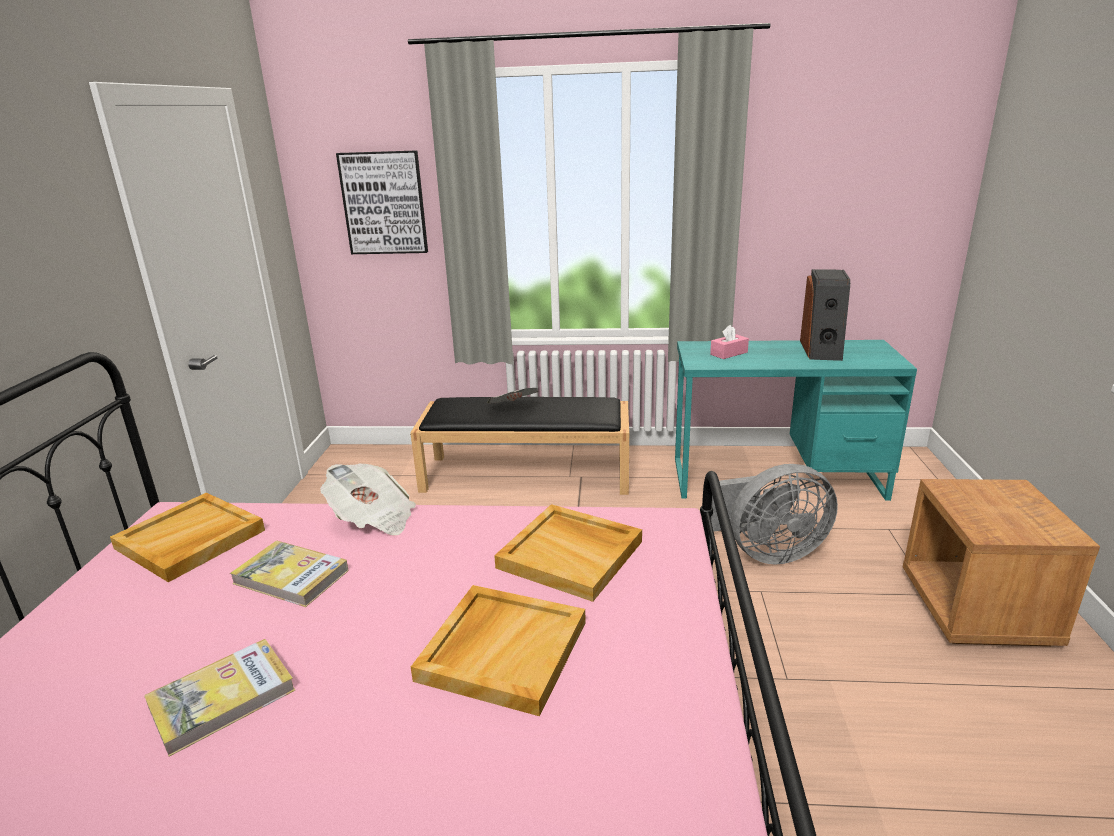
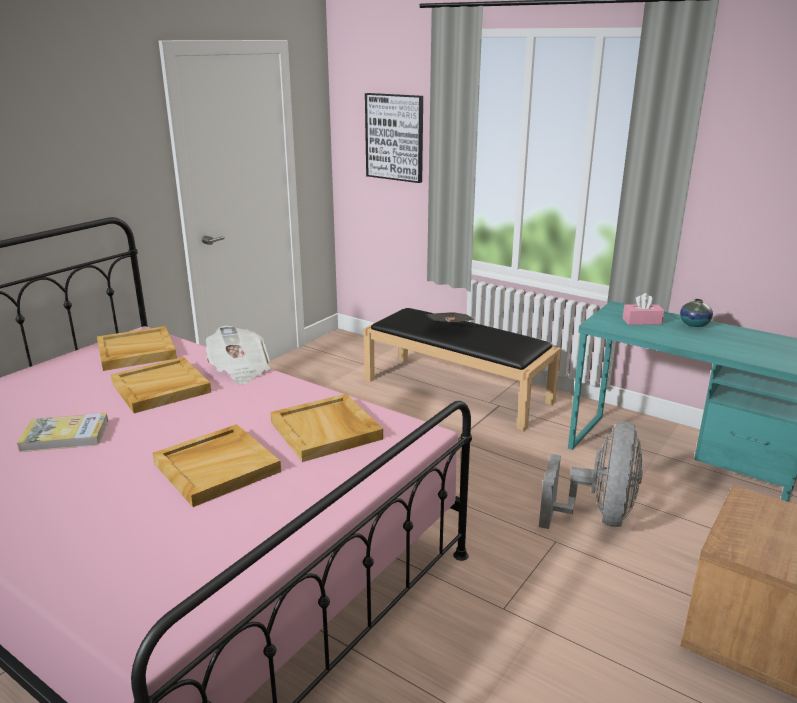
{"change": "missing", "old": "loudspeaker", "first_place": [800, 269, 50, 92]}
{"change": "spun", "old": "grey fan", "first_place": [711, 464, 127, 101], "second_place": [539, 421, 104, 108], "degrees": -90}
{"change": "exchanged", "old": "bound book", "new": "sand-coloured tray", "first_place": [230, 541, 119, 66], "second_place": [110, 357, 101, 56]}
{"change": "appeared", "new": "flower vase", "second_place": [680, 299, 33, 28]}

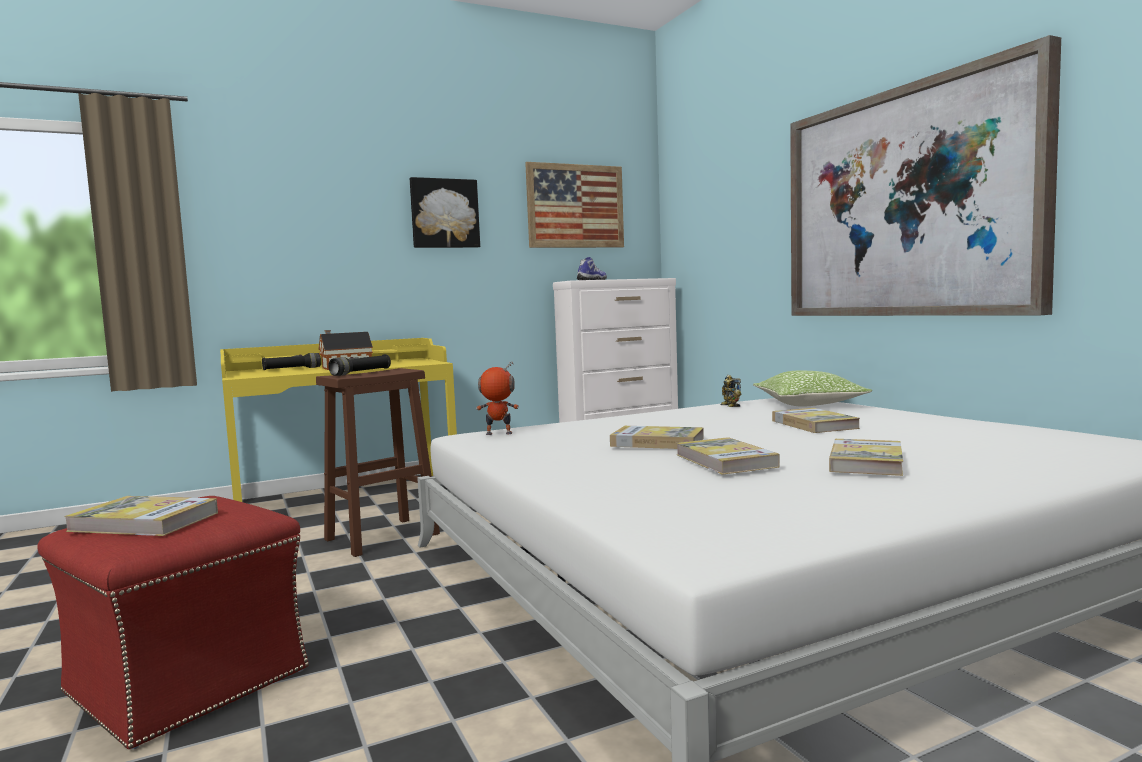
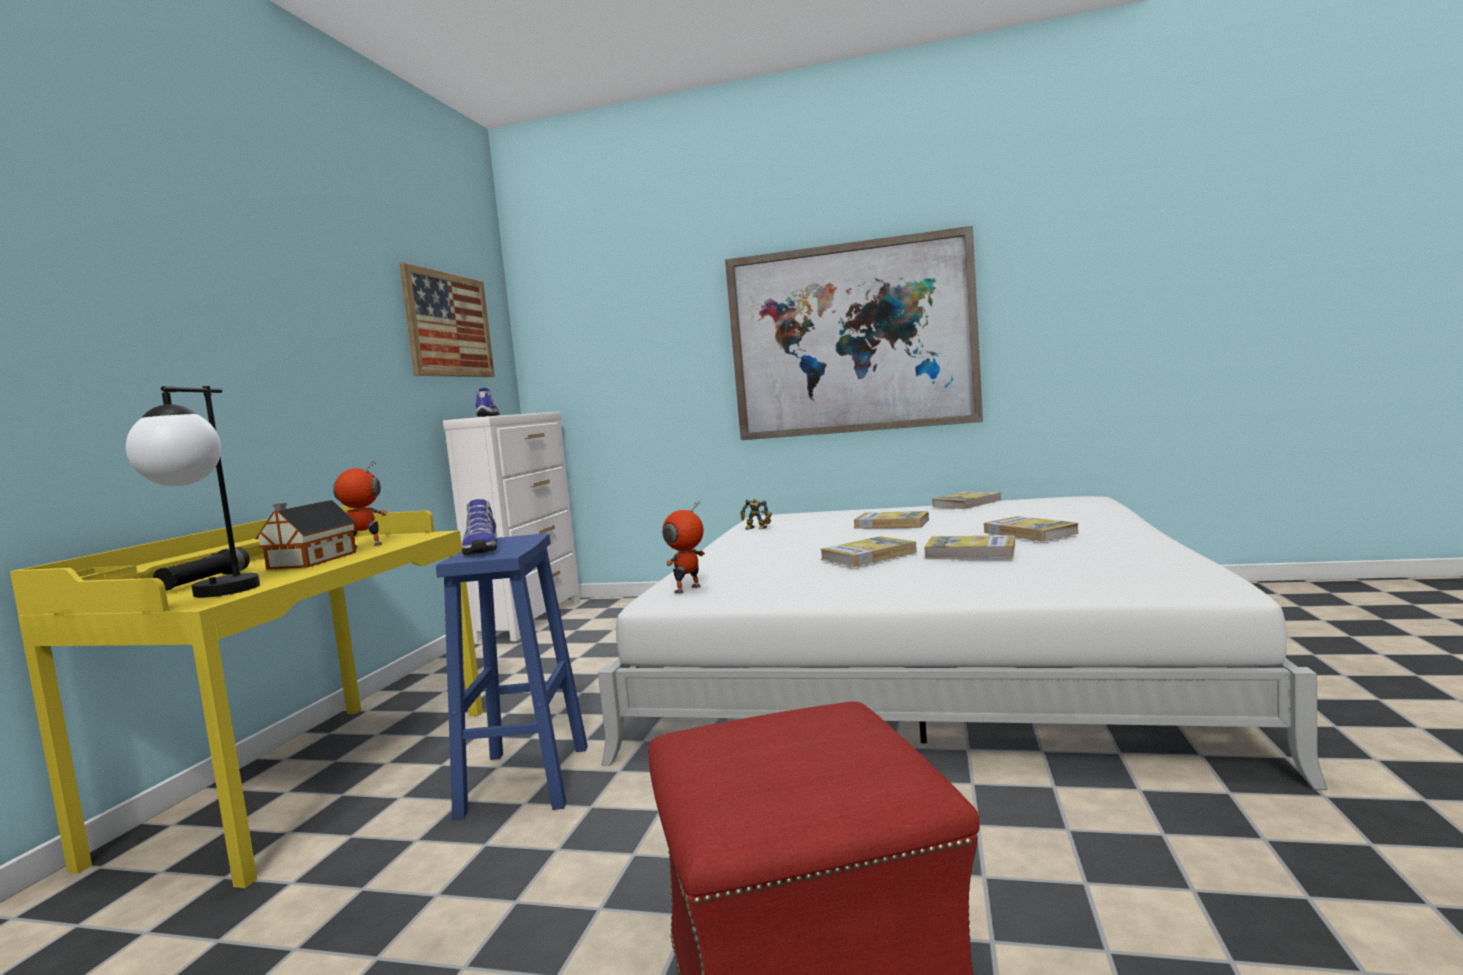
{"change": "missing", "old": "wall picture", "first_place": [410, 177, 70, 71]}
{"change": "exchanged", "old": "blackish torch", "new": "shoe", "first_place": [328, 354, 63, 22], "second_place": [462, 499, 35, 56]}
{"change": "colour", "old": "brownish stool", "new": "blue-coloured stool", "first_place": [316, 368, 124, 189], "second_place": [436, 533, 152, 286]}
{"change": "missing", "old": "cushion", "first_place": [753, 370, 119, 37]}
{"change": "relocated", "old": "bound book", "first_place": [64, 496, 154, 40], "second_place": [932, 491, 69, 18]}
{"change": "appeared", "new": "table lamp", "second_place": [126, 386, 134, 212]}
{"change": "appeared", "new": "robot figure", "second_place": [333, 460, 54, 88]}

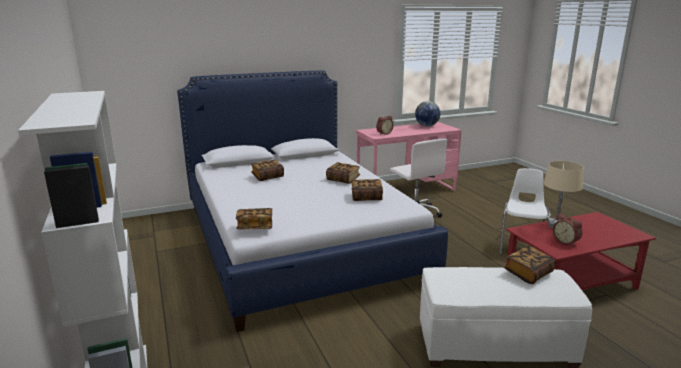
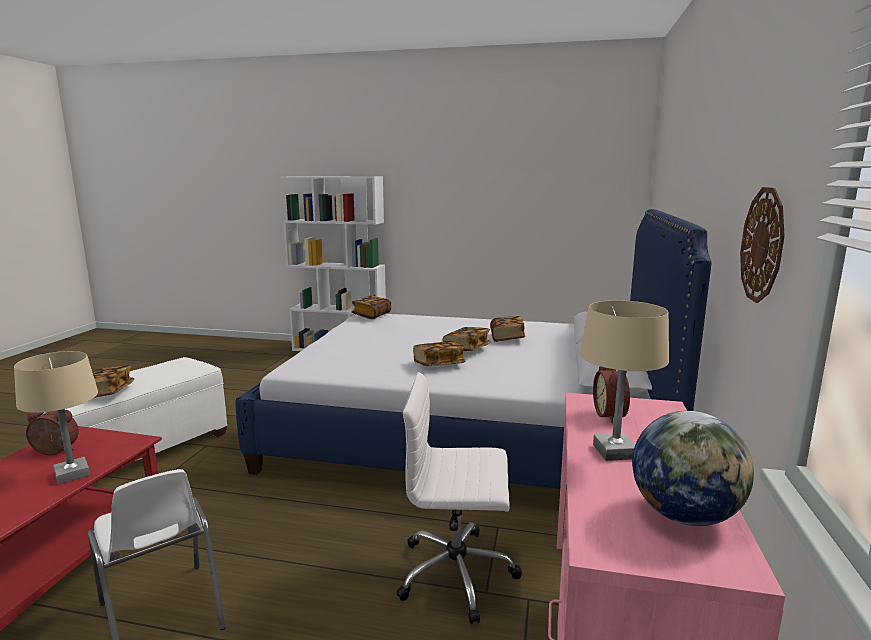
{"change": "relocated", "old": "bound book", "first_place": [351, 179, 32, 22], "second_place": [442, 327, 49, 24]}
{"change": "appeared", "new": "clock on the wall", "second_place": [740, 187, 45, 116]}
{"change": "appeared", "new": "sand-coloured table lamp", "second_place": [580, 300, 89, 161]}

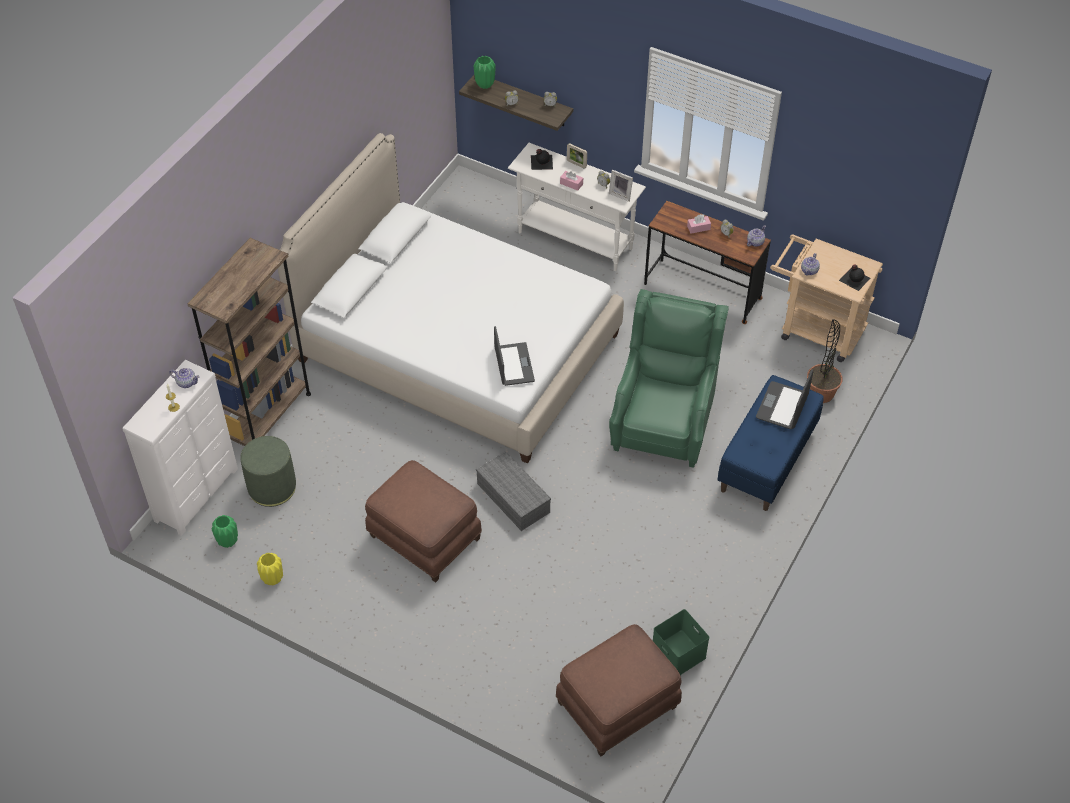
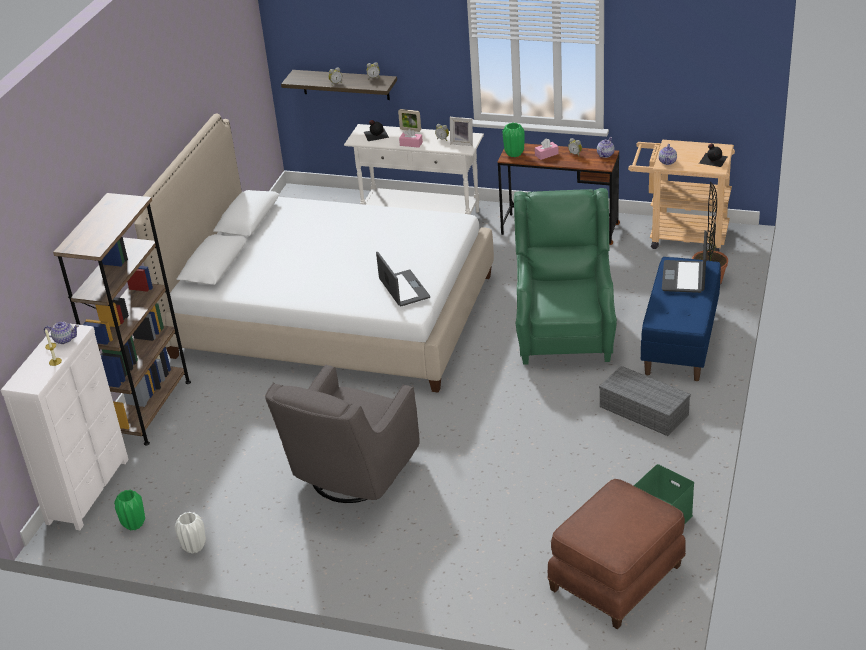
{"change": "relocated", "old": "green flower vase", "first_place": [474, 56, 21, 33], "second_place": [502, 123, 23, 34]}
{"change": "missing", "old": "green pouffe", "first_place": [241, 436, 55, 71]}
{"change": "relocated", "old": "grey storage bin", "first_place": [476, 451, 75, 80], "second_place": [599, 366, 92, 70]}
{"change": "exchanged", "old": "brownish pouffe", "new": "grey easy chair", "first_place": [365, 460, 117, 123], "second_place": [265, 365, 155, 138]}
{"change": "colour", "old": "yellow-coloured flower vase", "new": "white flower vase", "first_place": [257, 553, 26, 32], "second_place": [175, 512, 31, 42]}

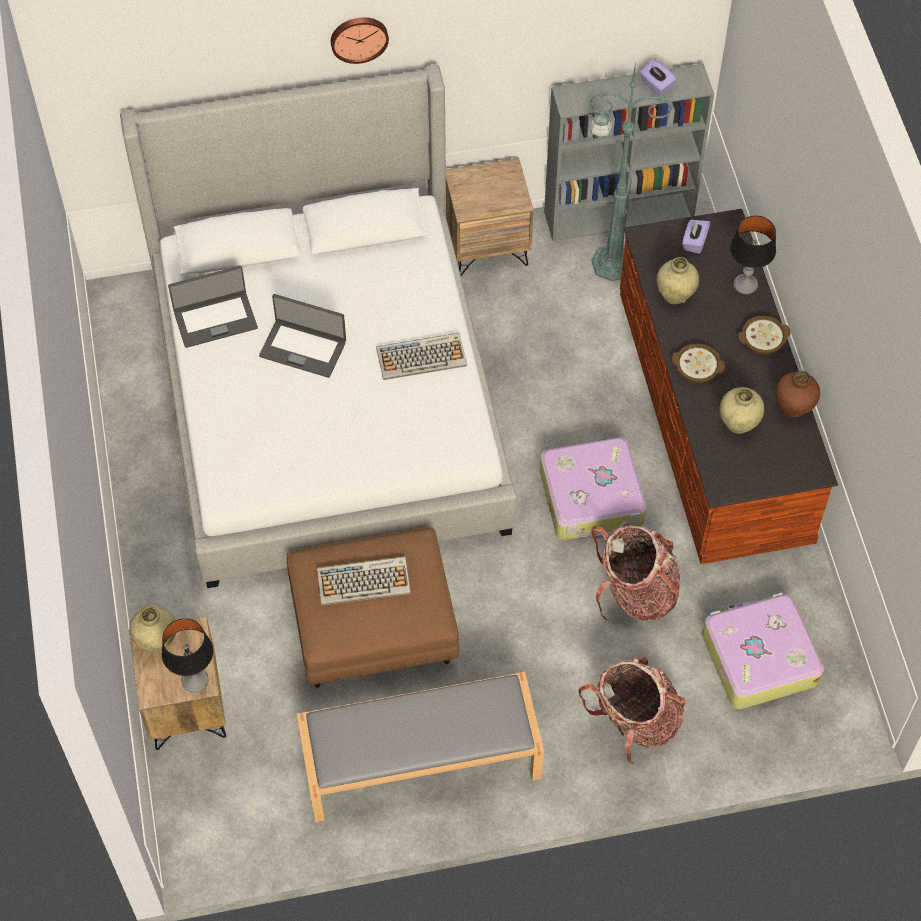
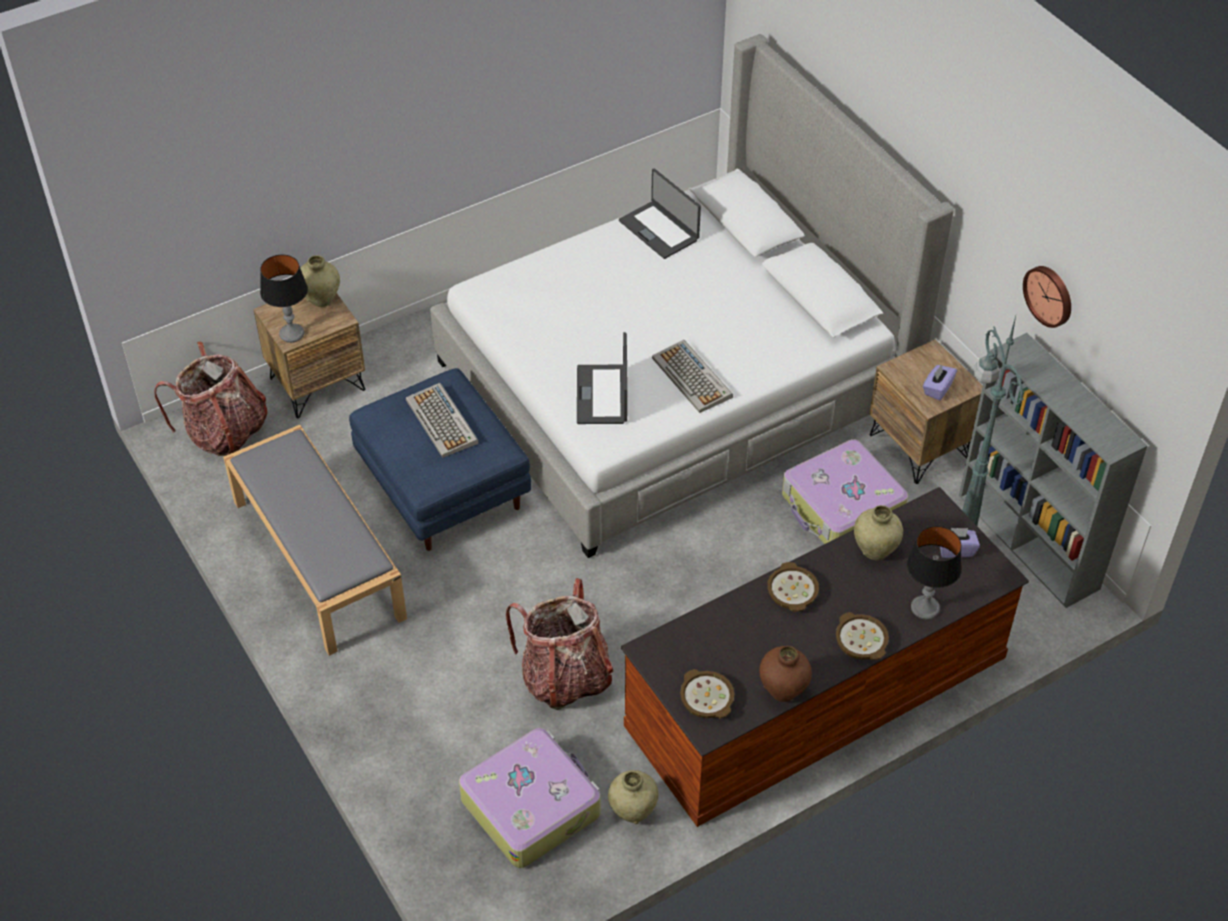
{"change": "relocated", "old": "clock on the wall", "first_place": [331, 17, 58, 47], "second_place": [1023, 266, 48, 62]}
{"change": "relocated", "old": "purplish box of tissues", "first_place": [640, 59, 37, 37], "second_place": [923, 364, 34, 36]}
{"change": "relocated", "old": "laptop", "first_place": [259, 294, 87, 84], "second_place": [577, 332, 51, 92]}
{"change": "relocated", "old": "sand-coloured flower vase", "first_place": [720, 387, 44, 47], "second_place": [608, 770, 50, 54]}
{"change": "relocated", "old": "suitcase", "first_place": [540, 437, 106, 103], "second_place": [782, 439, 126, 105]}
{"change": "colour", "old": "brownish pouffe", "new": "blue-coloured pouffe", "first_place": [287, 527, 172, 161], "second_place": [349, 368, 182, 183]}
{"change": "relocated", "old": "backpack", "first_place": [579, 657, 106, 107], "second_place": [154, 341, 113, 115]}
{"change": "appeared", "new": "bowl", "second_place": [680, 669, 54, 49]}

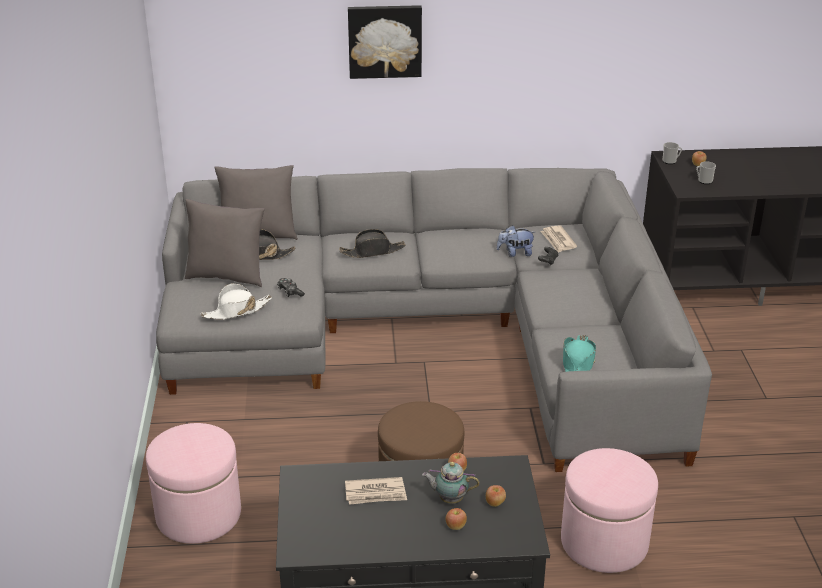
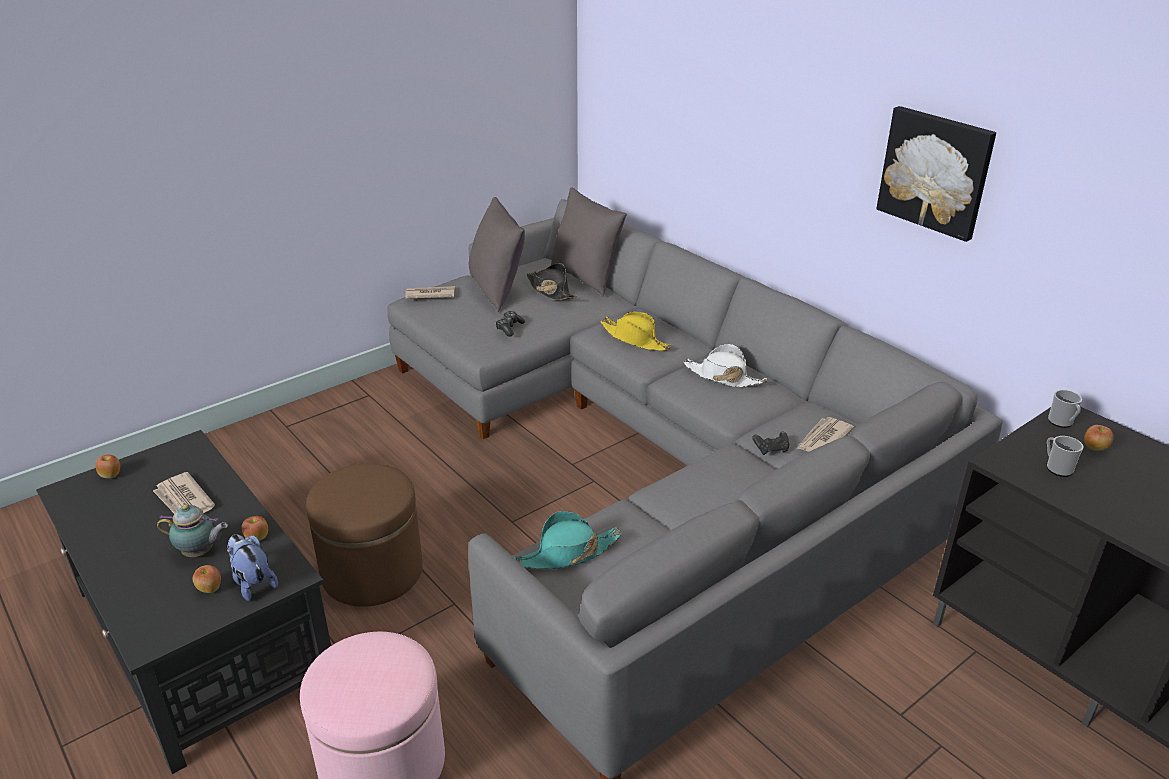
{"change": "relocated", "old": "wall picture", "first_place": [348, 5, 74, 74], "second_place": [877, 106, 119, 136]}
{"change": "relocated", "old": "plush toy", "first_place": [497, 225, 38, 32], "second_place": [227, 534, 51, 67]}
{"change": "colour", "old": "blackish hat", "new": "yellow-coloured hat", "first_place": [339, 229, 67, 29], "second_place": [600, 311, 71, 40]}
{"change": "relocated", "old": "white hat", "first_place": [201, 283, 71, 37], "second_place": [683, 344, 84, 44]}
{"change": "missing", "old": "pink-coloured pouffe", "first_place": [146, 423, 95, 121]}
{"change": "spun", "old": "teapot", "first_place": [422, 462, 58, 42], "second_place": [157, 504, 71, 53], "degrees": 120}
{"change": "relocated", "old": "apple", "first_place": [446, 508, 21, 22], "second_place": [95, 455, 25, 24]}
{"change": "appeared", "new": "newspaper", "second_place": [405, 286, 50, 13]}

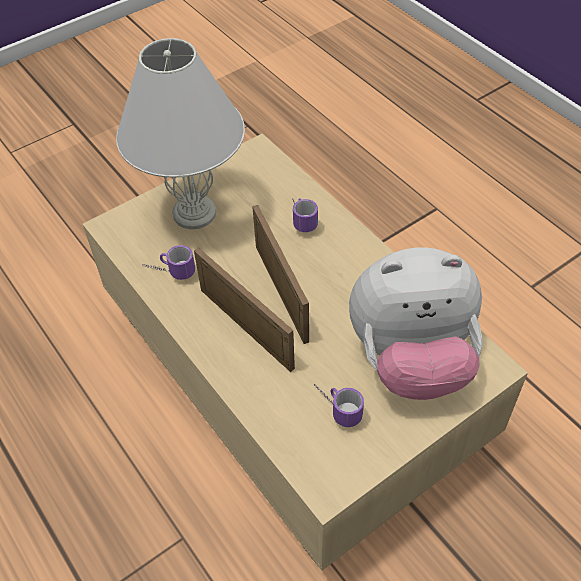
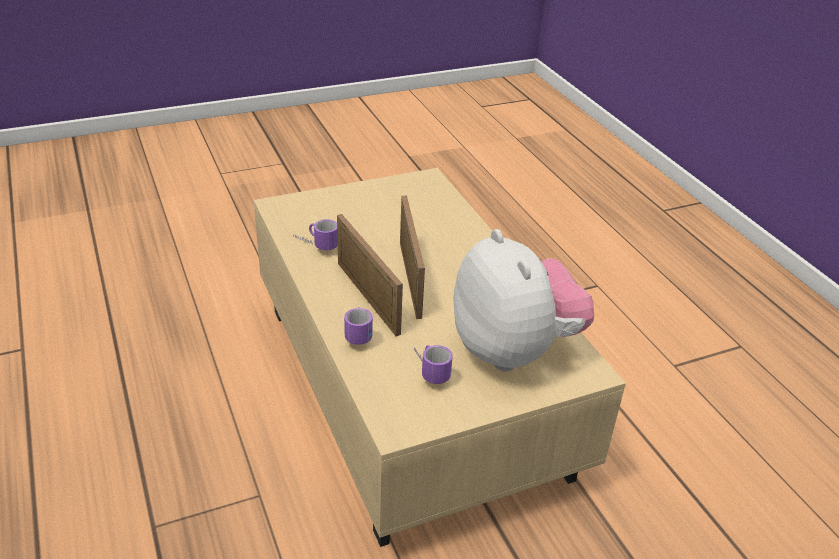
{"change": "missing", "old": "white table lamp", "first_place": [116, 38, 129, 191]}
{"change": "relocated", "old": "tea mug", "first_place": [292, 198, 26, 34], "second_place": [344, 307, 29, 38]}
{"change": "spun", "old": "plush toy", "first_place": [349, 247, 134, 153], "second_place": [453, 229, 141, 142], "degrees": -120}

